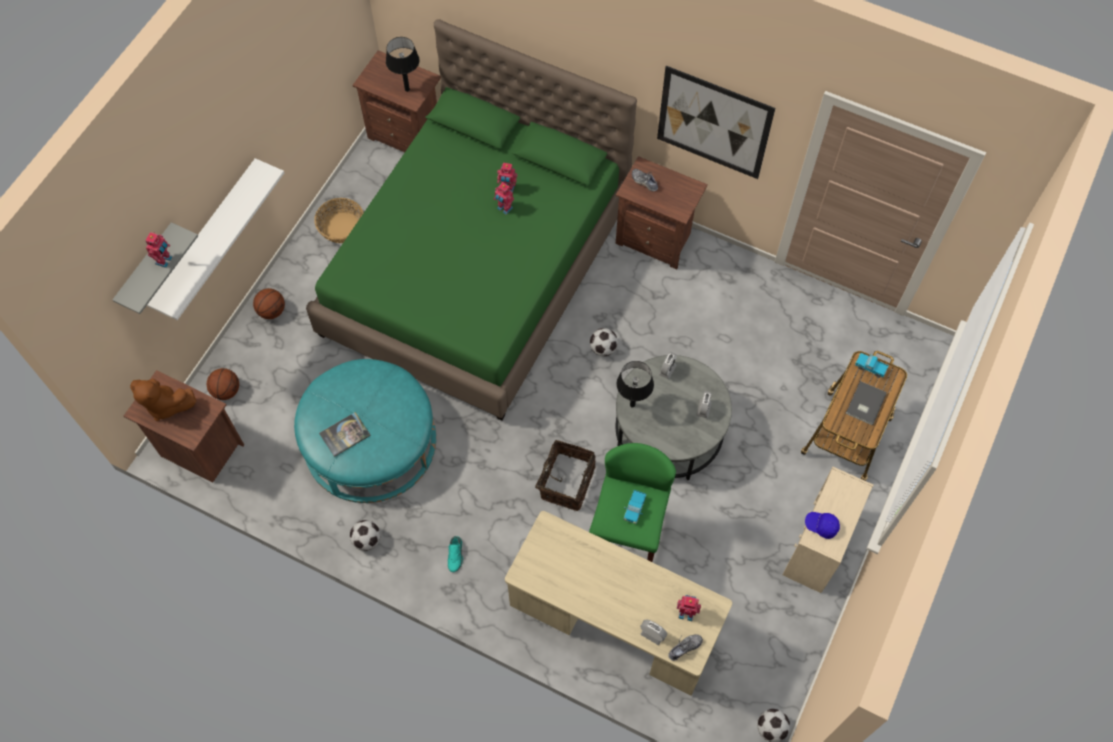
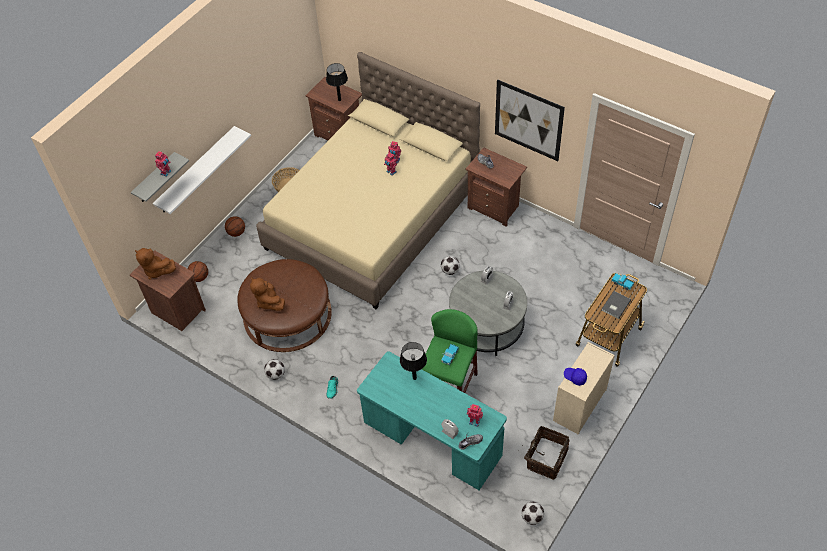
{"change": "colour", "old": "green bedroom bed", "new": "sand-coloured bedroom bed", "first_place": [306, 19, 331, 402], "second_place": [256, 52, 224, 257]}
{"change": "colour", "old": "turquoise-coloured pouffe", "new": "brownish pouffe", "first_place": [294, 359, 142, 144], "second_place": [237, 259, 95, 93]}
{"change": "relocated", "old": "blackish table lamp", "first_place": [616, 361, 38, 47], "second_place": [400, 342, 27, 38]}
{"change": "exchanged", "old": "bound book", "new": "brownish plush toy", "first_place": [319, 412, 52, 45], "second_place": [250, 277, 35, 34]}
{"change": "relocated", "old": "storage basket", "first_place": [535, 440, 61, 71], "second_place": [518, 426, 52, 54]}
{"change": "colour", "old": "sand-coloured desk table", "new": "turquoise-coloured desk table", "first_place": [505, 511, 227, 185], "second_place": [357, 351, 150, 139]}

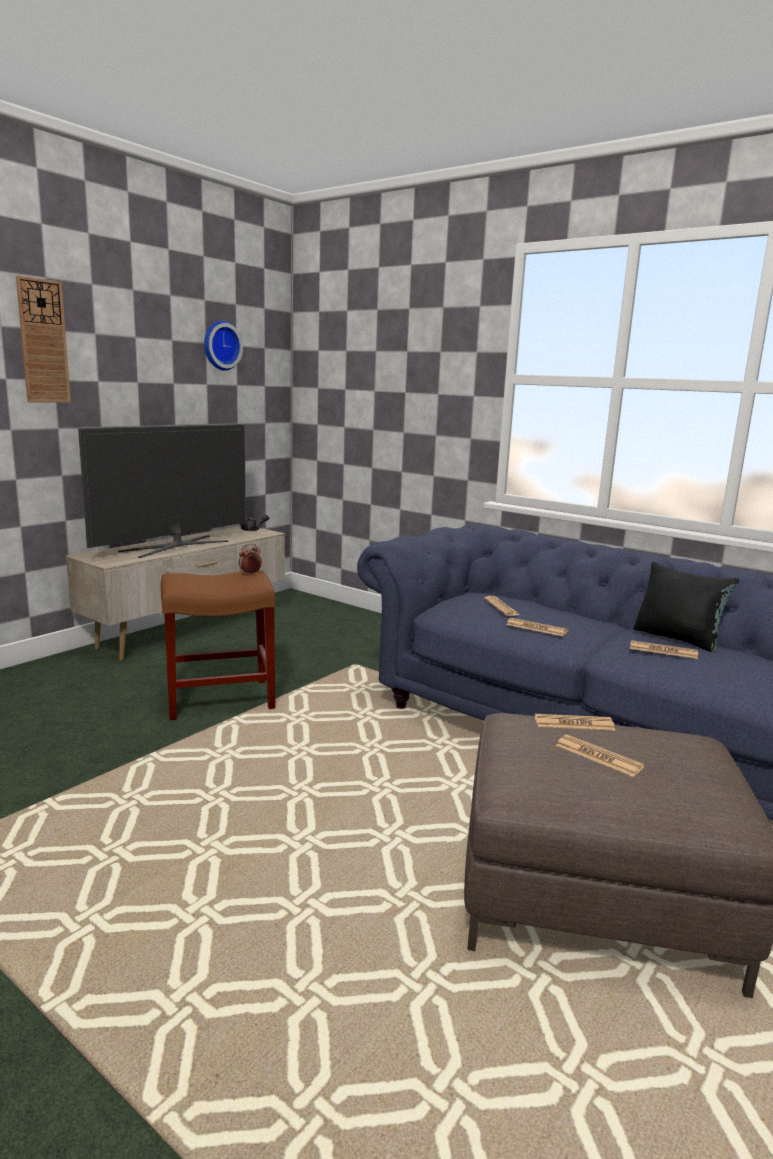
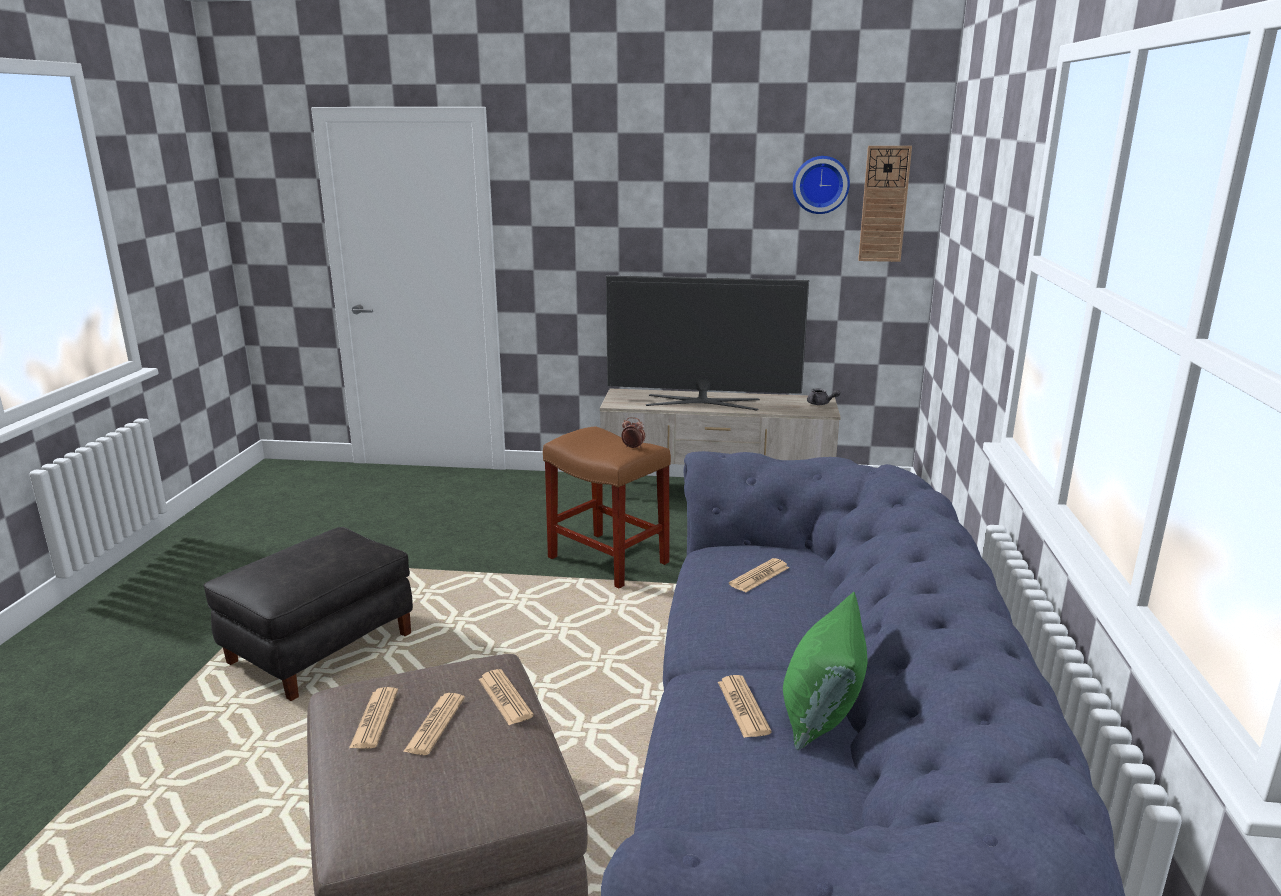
{"change": "relocated", "old": "clock on the wall", "first_place": [16, 276, 55, 127], "second_place": [858, 146, 54, 116]}
{"change": "colour", "old": "blackish cushion", "new": "green cushion", "first_place": [633, 562, 106, 90], "second_place": [783, 592, 85, 158]}
{"change": "relocated", "old": "newspaper", "first_place": [506, 618, 62, 18], "second_place": [349, 687, 49, 61]}
{"change": "appeared", "new": "blackish pouffe", "second_place": [203, 527, 210, 174]}

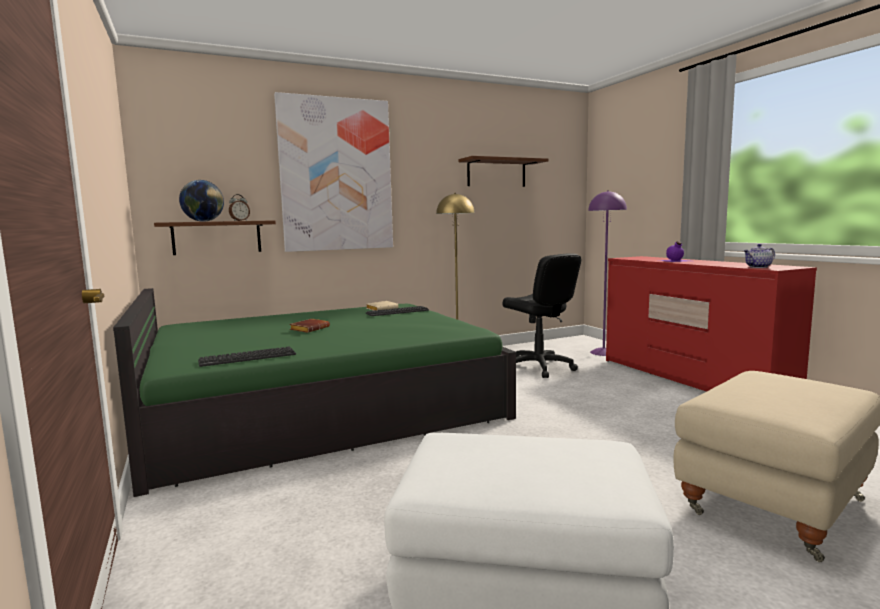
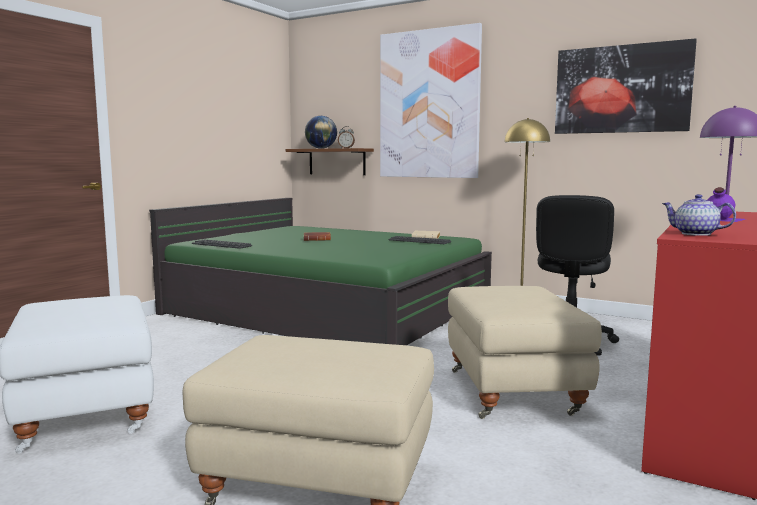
{"change": "exchanged", "old": "brownish shelf", "new": "wall picture", "first_place": [459, 156, 90, 31], "second_place": [555, 38, 142, 96]}
{"change": "appeared", "new": "sand-coloured pouffe", "second_place": [448, 286, 154, 133]}

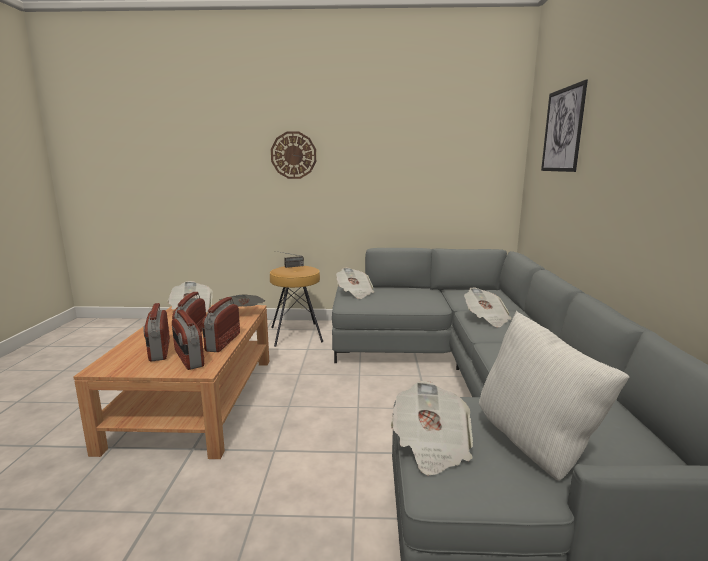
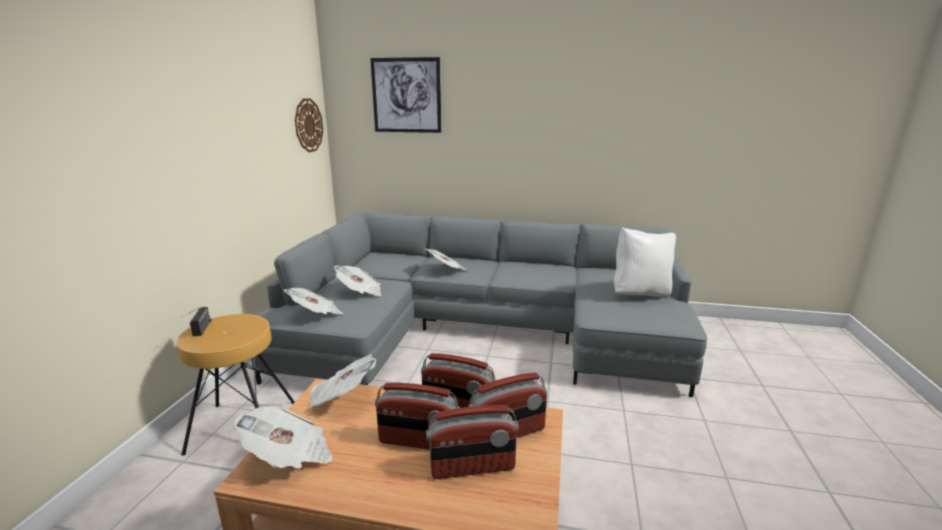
{"change": "relocated", "old": "clock on the wall", "first_place": [271, 131, 45, 48], "second_place": [295, 98, 28, 54]}
{"change": "relocated", "old": "newspaper", "first_place": [391, 381, 82, 95], "second_place": [334, 266, 47, 30]}

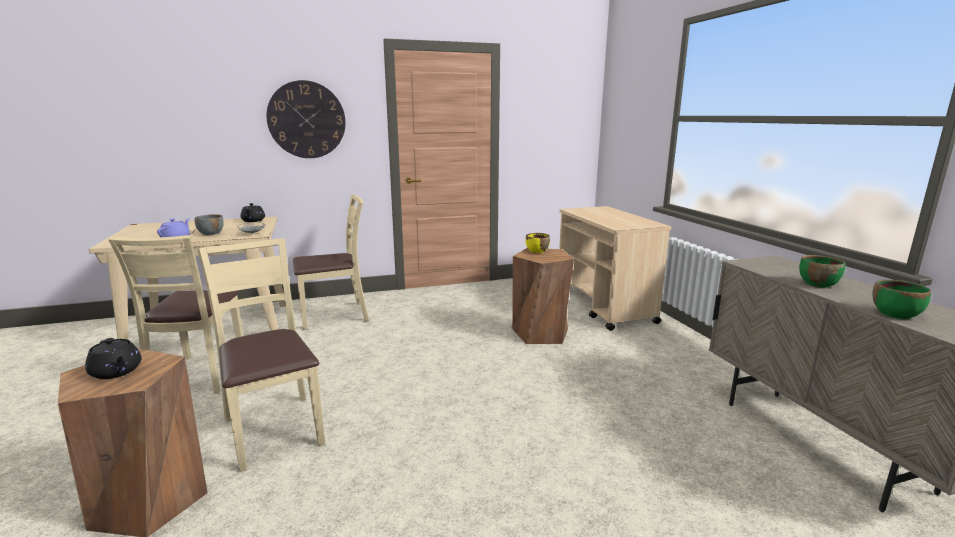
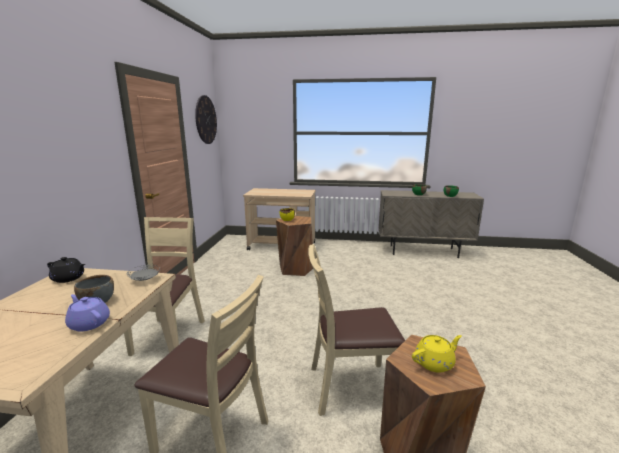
{"change": "relocated", "old": "clock on the wall", "first_place": [267, 80, 79, 78], "second_place": [195, 95, 22, 49]}
{"change": "colour", "old": "blackish teapot", "new": "yellow-coloured teapot", "first_place": [85, 338, 57, 41], "second_place": [412, 335, 50, 38]}

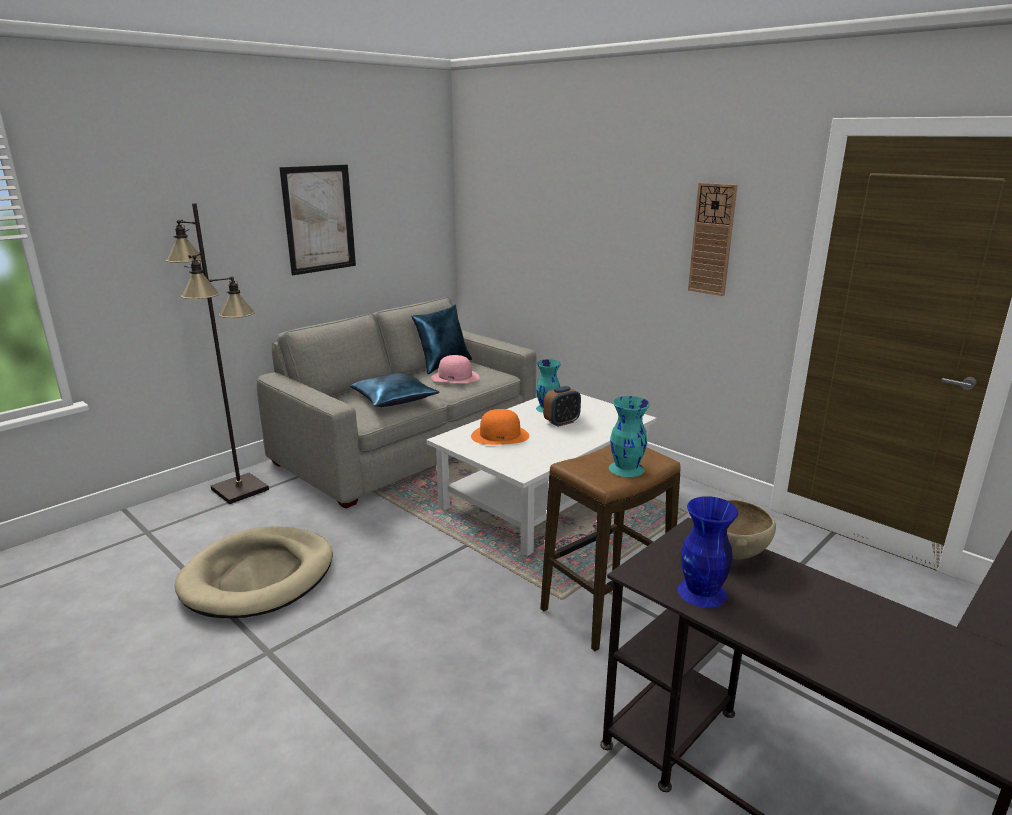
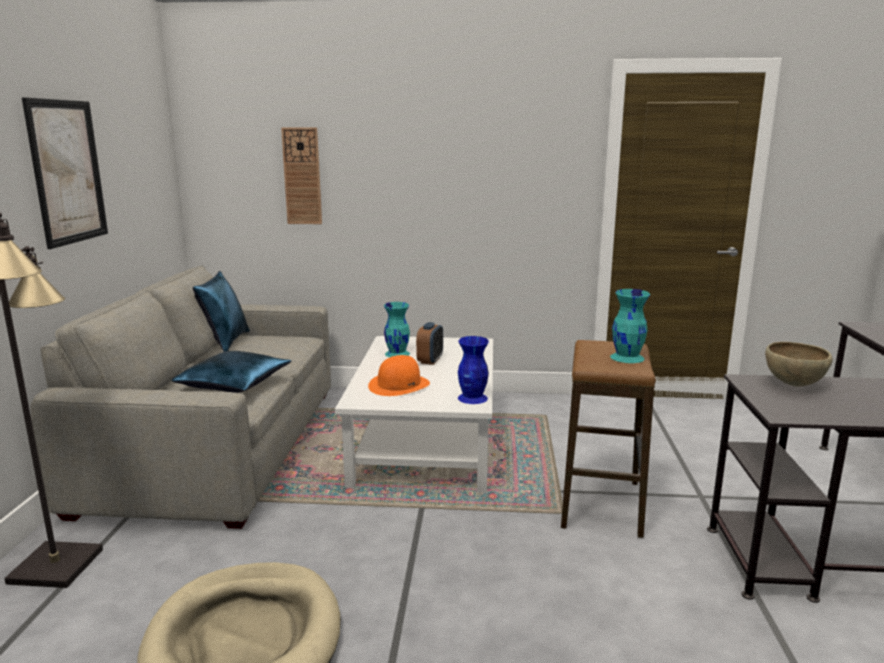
{"change": "relocated", "old": "clock on the wall", "first_place": [688, 183, 50, 113], "second_place": [281, 128, 41, 96]}
{"change": "missing", "old": "pink-coloured hat", "first_place": [431, 355, 49, 28]}
{"change": "relocated", "old": "blue-coloured flower vase", "first_place": [677, 496, 61, 112], "second_place": [458, 336, 31, 68]}

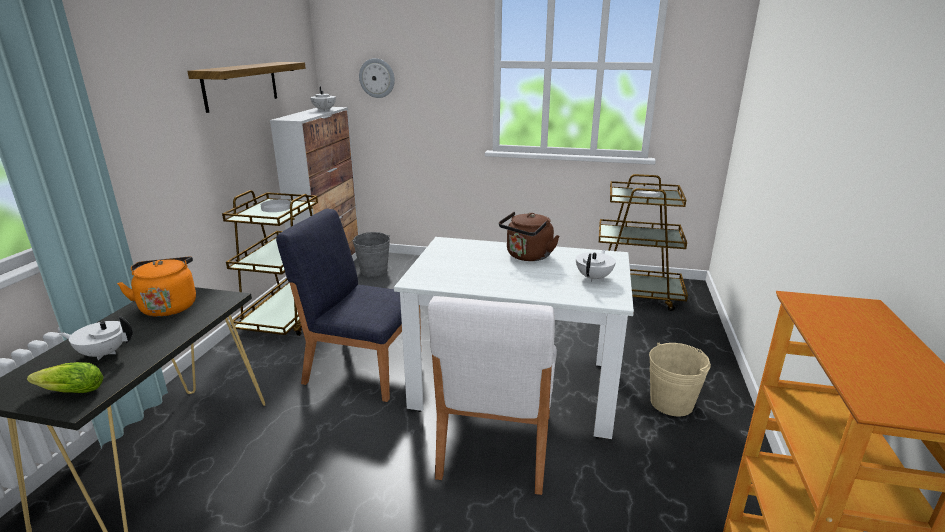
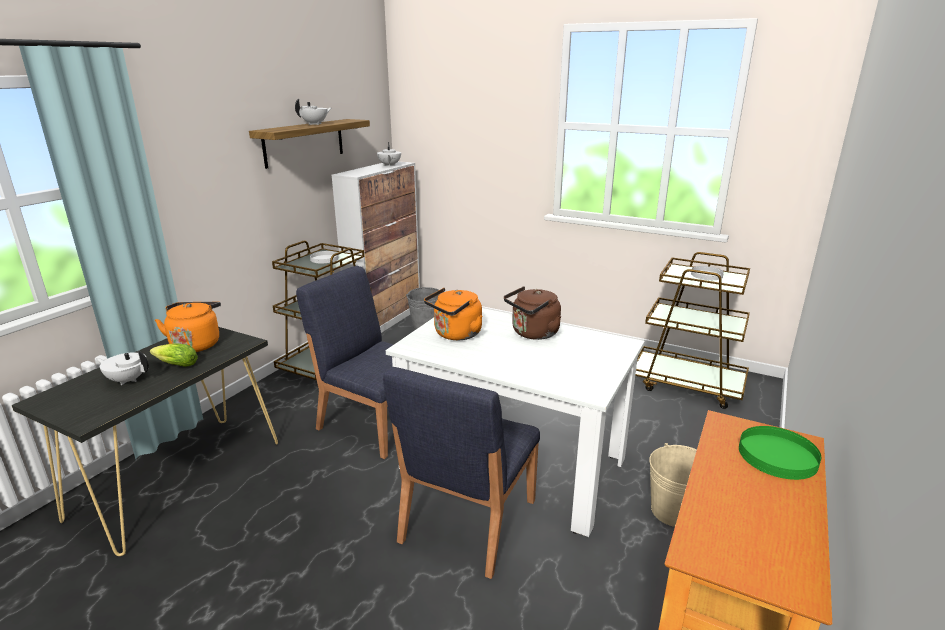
{"change": "missing", "old": "clock on the wall", "first_place": [359, 58, 36, 40]}
{"change": "relocated", "old": "white teapot", "first_place": [576, 250, 40, 32], "second_place": [295, 99, 36, 26]}
{"change": "colour", "old": "white plain chair", "new": "blue-coloured plain chair", "first_place": [428, 296, 129, 199], "second_place": [383, 367, 157, 212]}
{"change": "relocated", "old": "head of lettuce", "first_place": [27, 362, 77, 31], "second_place": [150, 343, 48, 24]}
{"change": "appeared", "new": "orange-coloured tea kettle", "second_place": [424, 288, 59, 52]}
{"change": "appeared", "new": "green dinner plate", "second_place": [739, 426, 82, 54]}

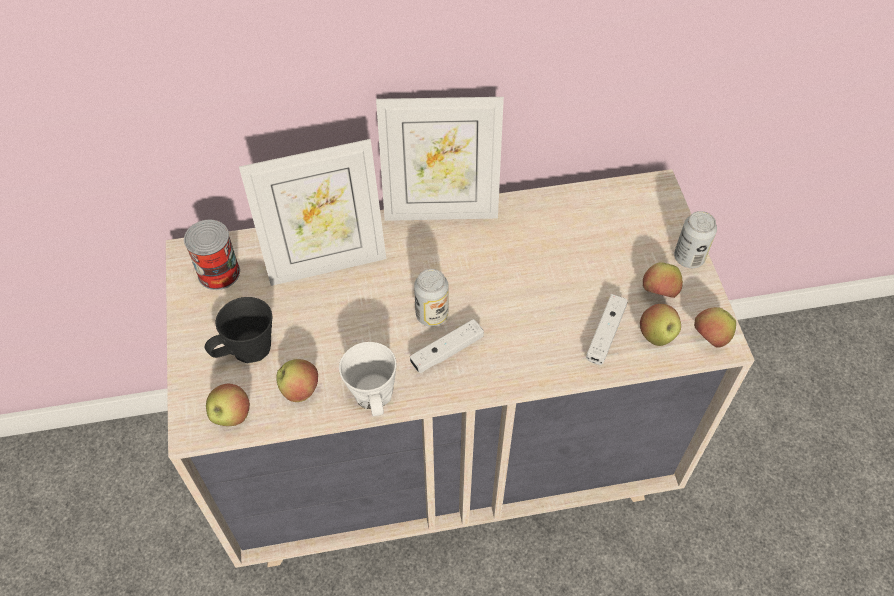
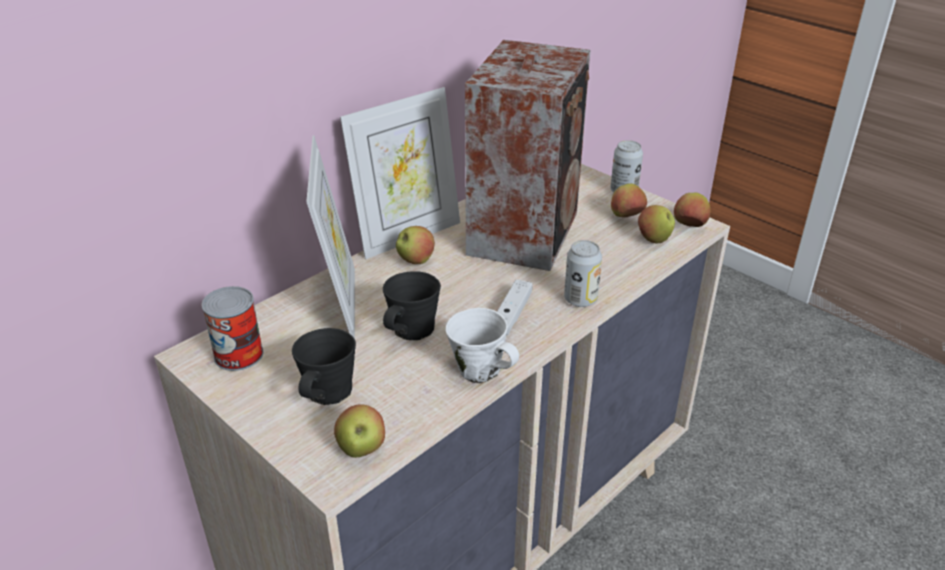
{"change": "spun", "old": "photo frame", "first_place": [239, 139, 147, 147], "second_place": [306, 136, 49, 203], "degrees": -45}
{"change": "relocated", "old": "metal can", "first_place": [414, 269, 35, 58], "second_place": [564, 240, 38, 67]}
{"change": "missing", "old": "white gamepad", "first_place": [586, 294, 42, 71]}
{"change": "relocated", "old": "apple", "first_place": [277, 359, 41, 43], "second_place": [396, 226, 39, 38]}
{"change": "appeared", "new": "loudspeaker", "second_place": [465, 40, 126, 231]}
{"change": "appeared", "new": "blackish tea mug", "second_place": [383, 271, 58, 69]}

